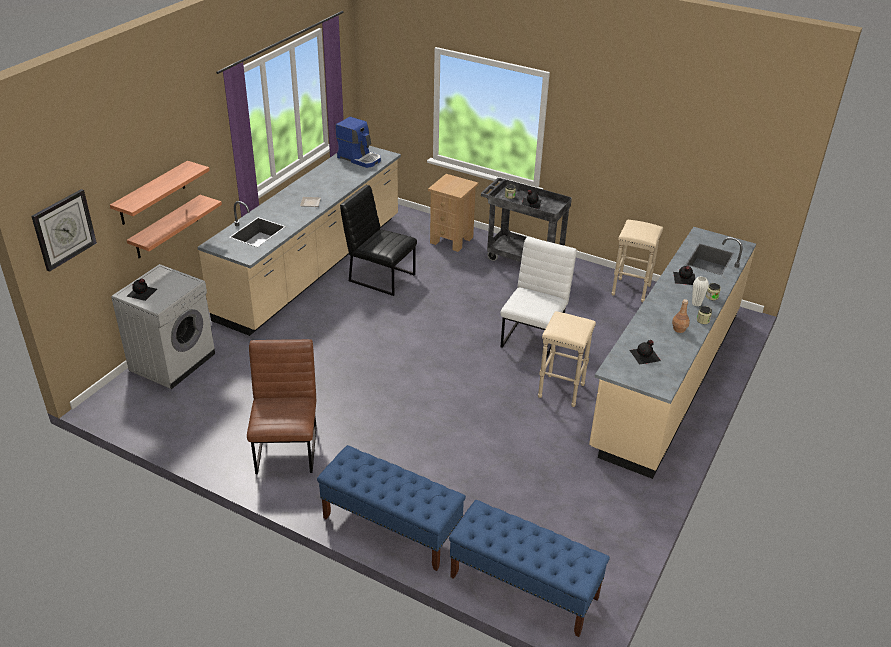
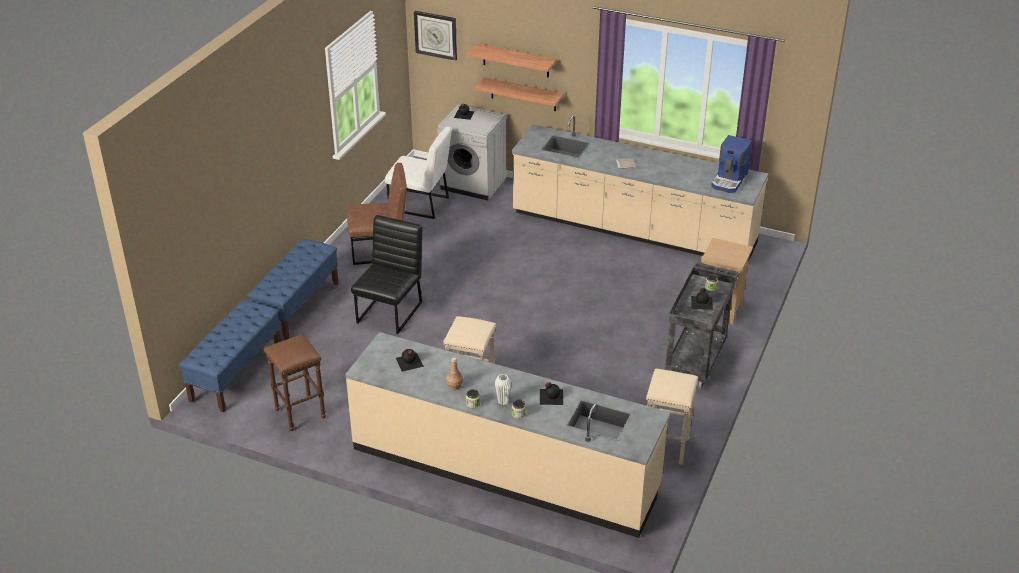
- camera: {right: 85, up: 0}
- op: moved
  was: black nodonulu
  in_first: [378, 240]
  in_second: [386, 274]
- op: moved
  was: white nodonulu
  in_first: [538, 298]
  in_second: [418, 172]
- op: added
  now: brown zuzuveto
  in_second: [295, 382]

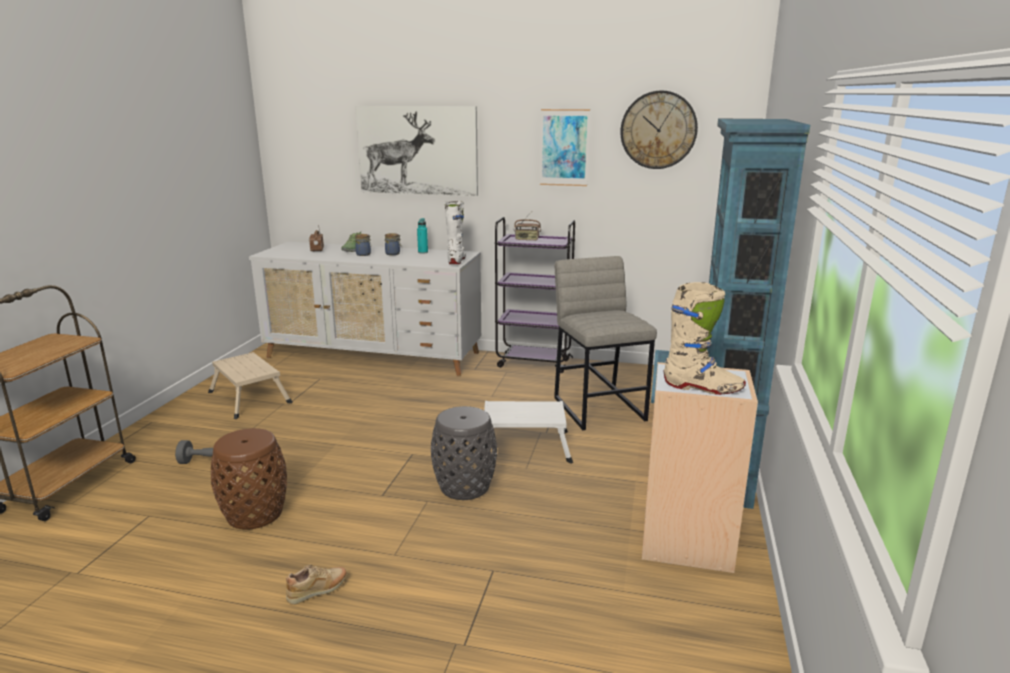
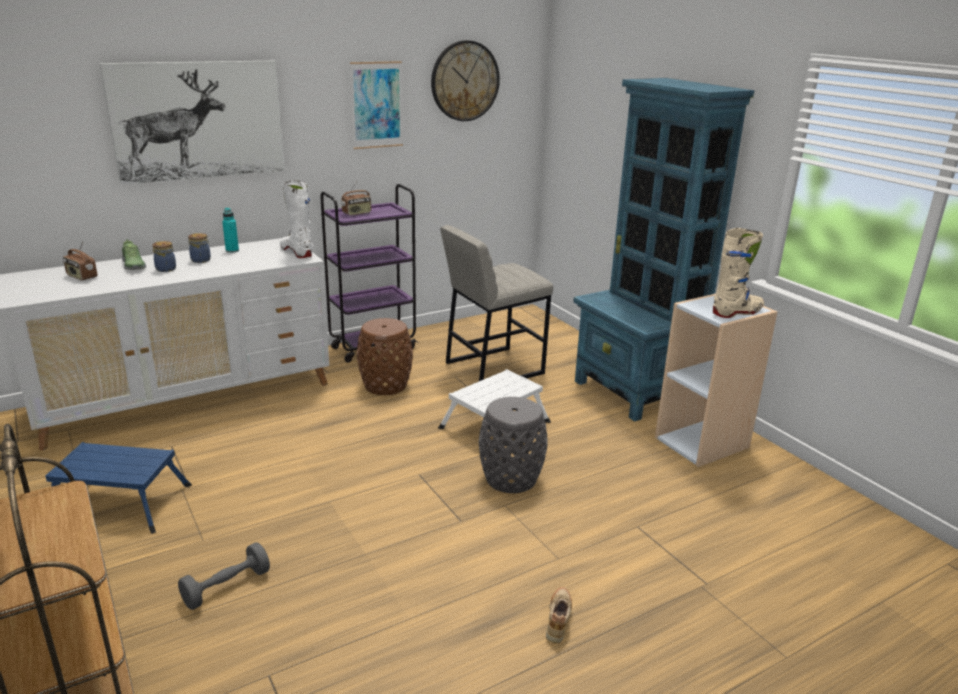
- camera: {right: -45, up: 5}
- op: recoloured
  was: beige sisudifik
  now: blue sisudifik
  in_first: [250, 385]
  in_second: [118, 488]
- op: moved
  was: brown zuzuveto
  in_first: [249, 479]
  in_second: [385, 356]
- op: turned
  was: grey nodonulu
  in_first: [605, 343]
  in_second: [496, 303]
  clockwise: -60

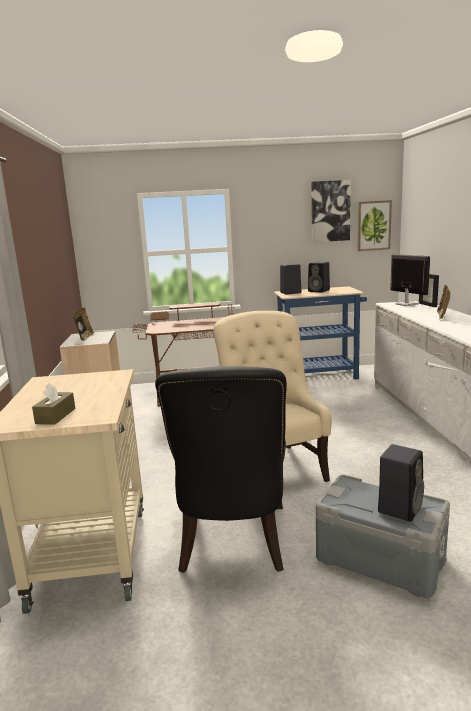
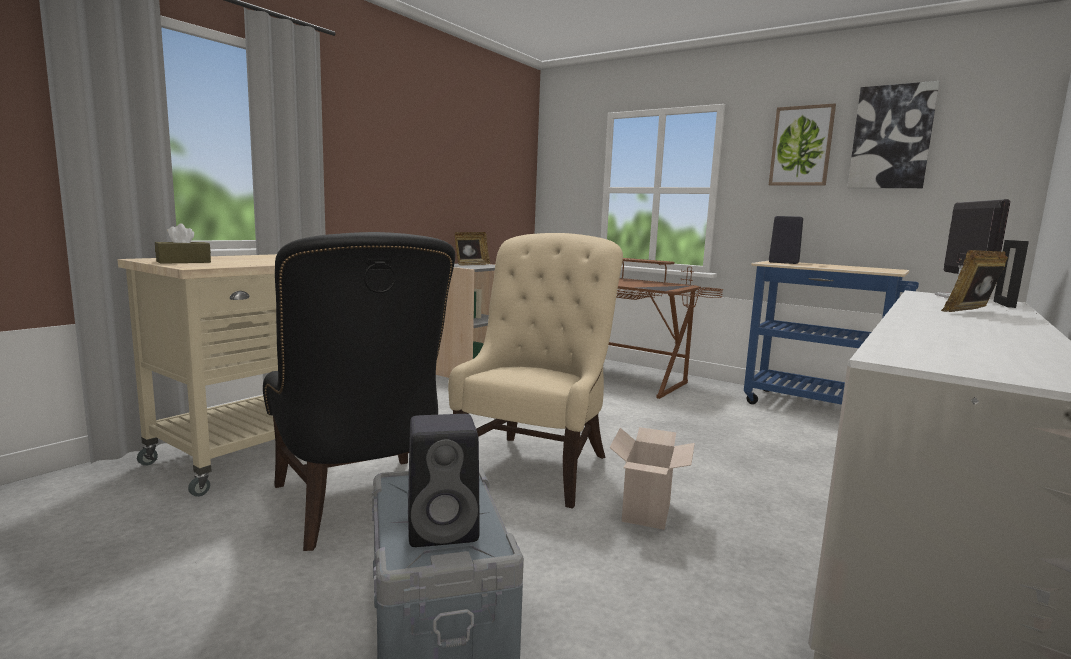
- camera: {right: 40, up: -5}
- op: turned
  was: black nodonulu
  in_first: [221, 469]
  in_second: [359, 391]
  clockwise: -75
- op: removed
  was: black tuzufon
  in_first: [319, 277]
- op: moved
  was: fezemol
  in_first: [375, 225]
  in_second: [802, 144]
- op: added
  now: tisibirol
  in_second: [652, 478]

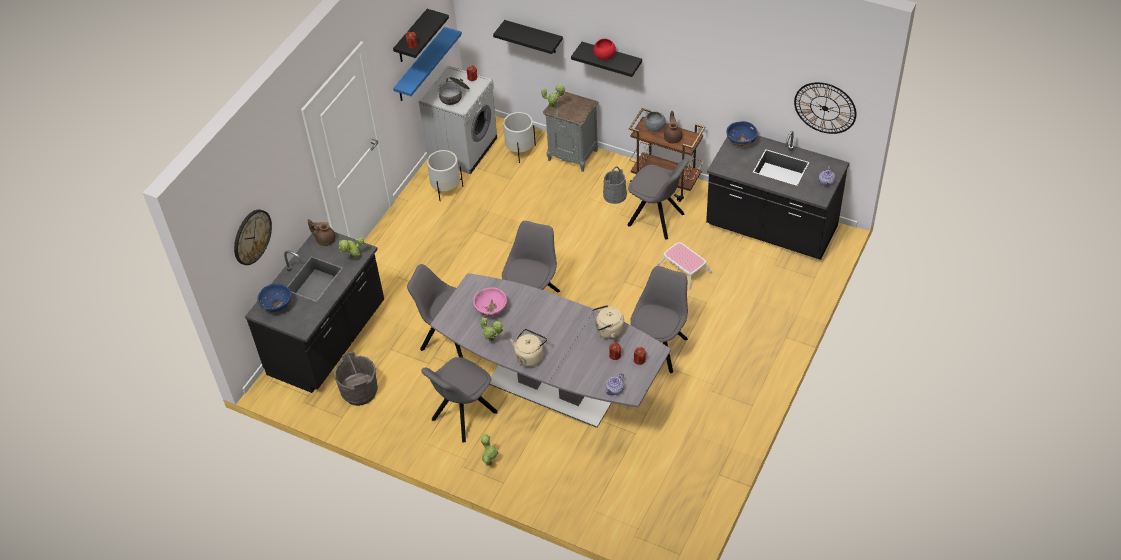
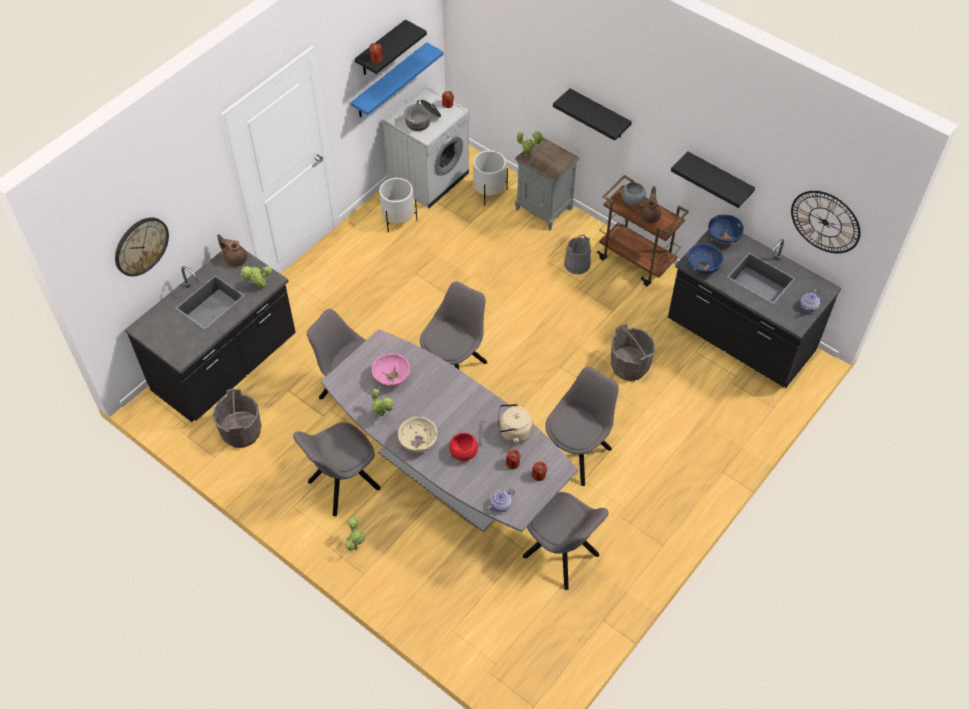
- camera: {right: 10, up: 5}
- op: moved
  was: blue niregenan
  in_first: [274, 298]
  in_second: [705, 258]
- op: moved
  was: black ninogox
  in_first: [528, 37]
  in_second: [713, 179]
- op: replaced
  was: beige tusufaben
  now: beige niregenan
  in_first: [529, 348]
  in_second: [418, 434]
- op: moved
  was: red niregenan
  in_first: [605, 49]
  in_second: [463, 447]
- op: moved
  was: grey nodonulu
  in_first: [658, 199]
  in_second: [566, 541]
- op: replaced
  was: pink sisudifik
  now: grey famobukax
  in_first: [684, 266]
  in_second: [633, 352]

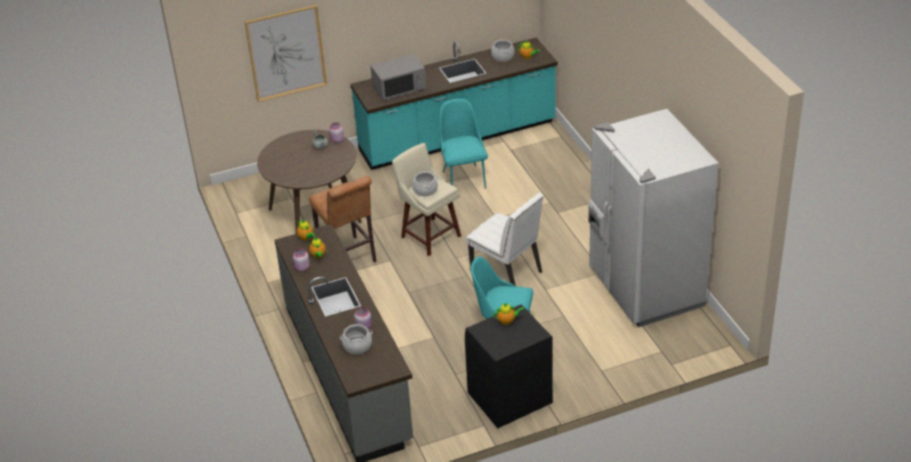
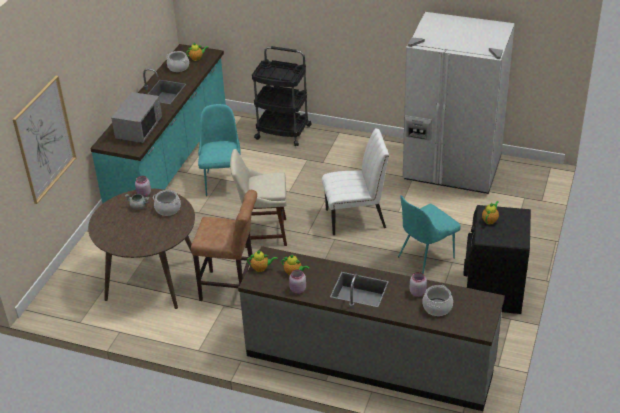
- camera: {right: -50, up: 0}
- op: moved
  was: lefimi
  in_first: [425, 183]
  in_second: [167, 203]
- op: turned
  was: turquoise nodonulu
  in_first: [464, 144]
  in_second: [219, 150]
  clockwise: 60
- op: added
  now: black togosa
  in_second: [282, 96]

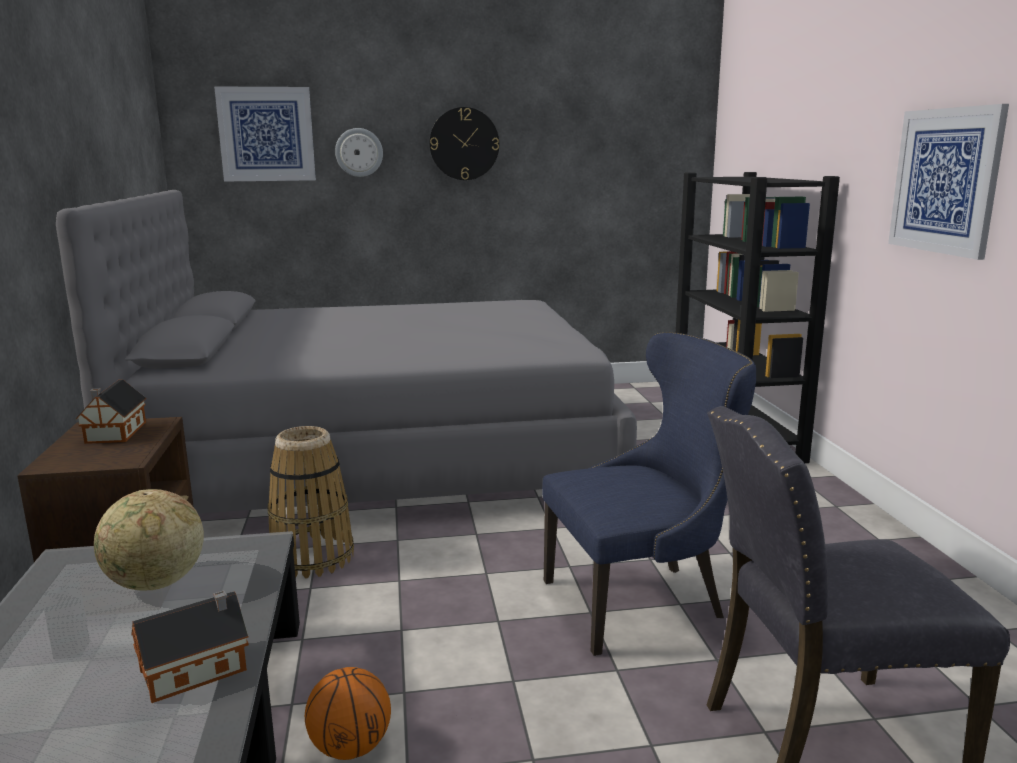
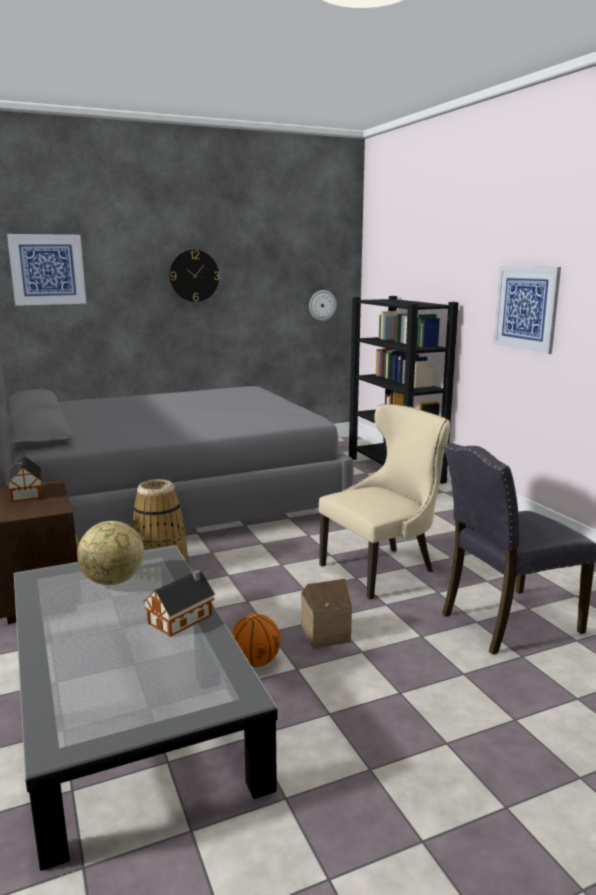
- camera: {right: -15, up: 0}
- op: moved
  was: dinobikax
  in_first: [359, 152]
  in_second: [322, 305]
- op: recoloured
  was: blue nodonulu
  now: beige nodonulu
  in_first: [649, 494]
  in_second: [384, 501]
- op: added
  now: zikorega
  in_second: [326, 614]

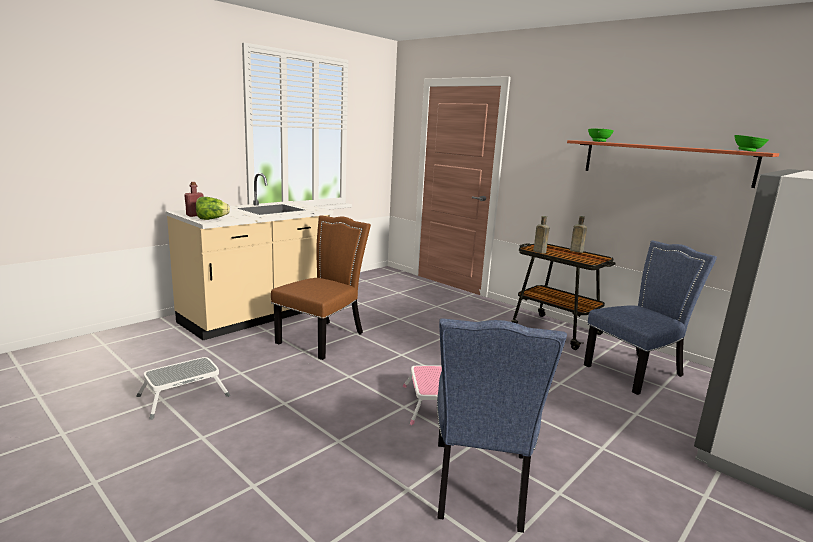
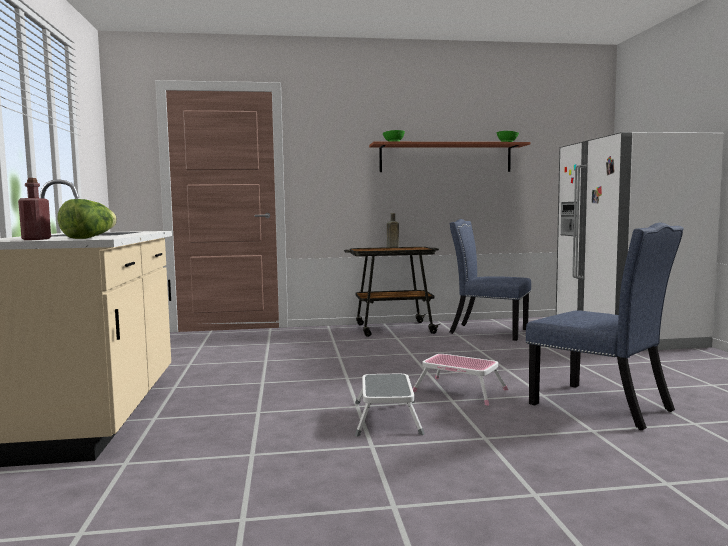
- camera: {right: -50, up: -10}
- op: moved
  was: grey sisudifik
  in_first: [183, 388]
  in_second: [390, 405]
- op: removed
  was: brown nodonulu
  in_first: [321, 287]
- op: removed
  was: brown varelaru
  in_first: [541, 234]
- op: turned
  was: blue nodonulu
  in_first: [650, 317]
  in_second: [490, 280]
  clockwise: -75

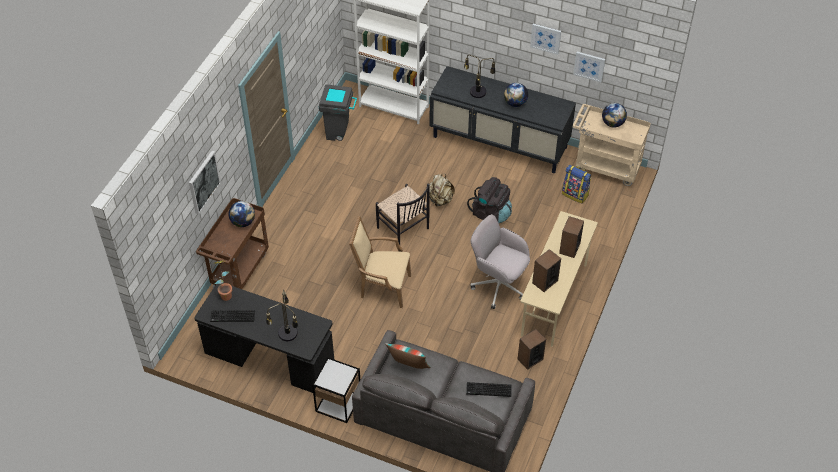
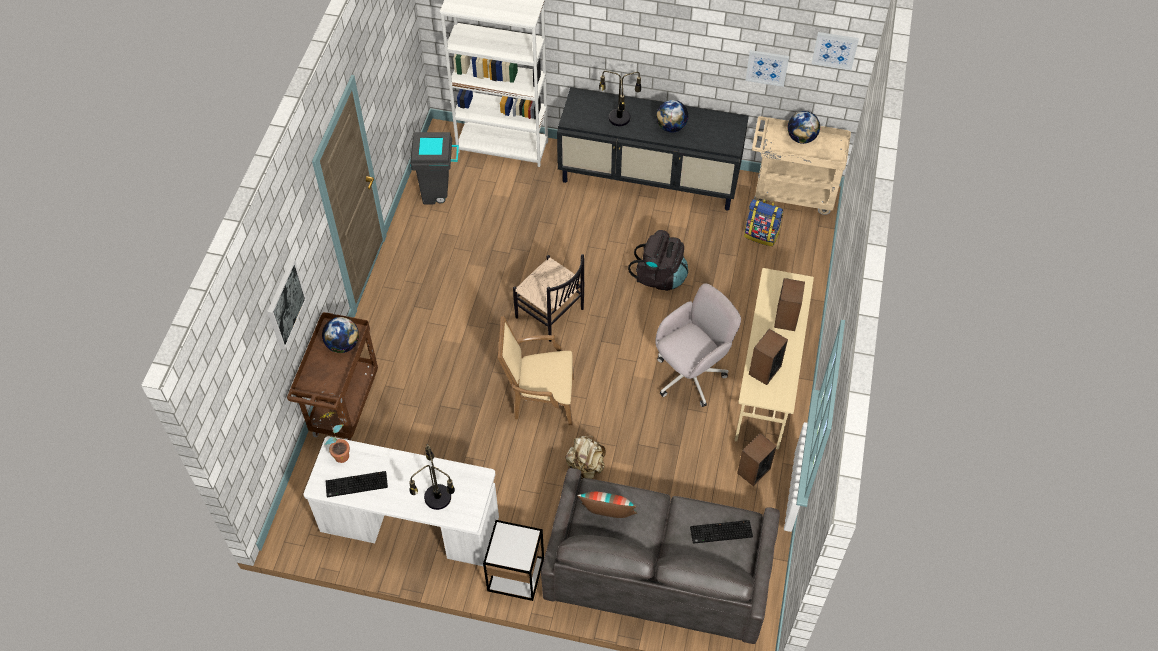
- camera: {right: -10, up: 5}
- op: recoloured
  was: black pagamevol
  now: white pagamevol
  in_first: [264, 338]
  in_second: [401, 501]
- op: moved
  was: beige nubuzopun
  in_first: [442, 190]
  in_second: [585, 457]
- op: turned
  was: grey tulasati
  in_first: [500, 261]
  in_second: [698, 345]
  clockwise: 120
- op: moved
  was: fezemol
  in_first: [545, 39]
  in_second: [835, 51]

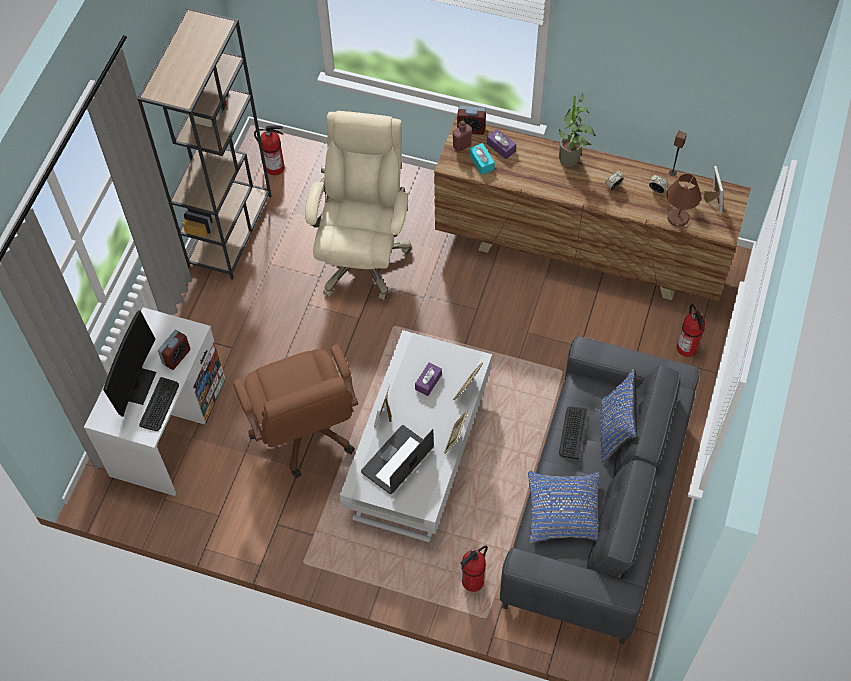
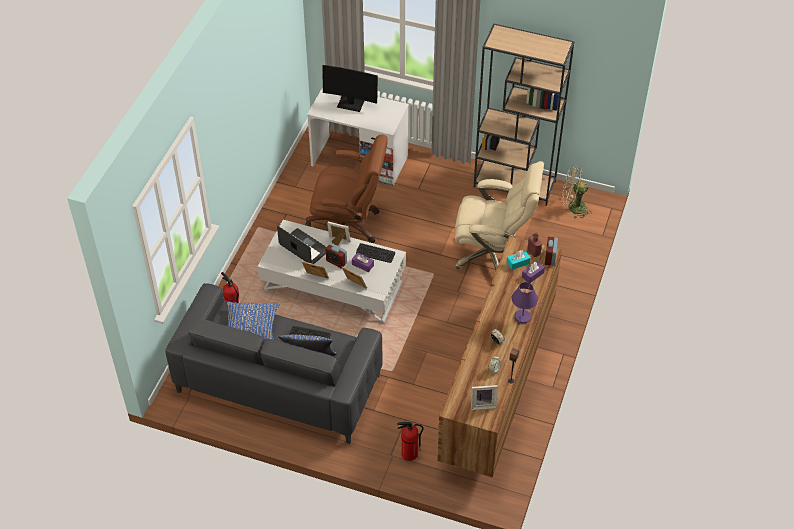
- camera: {right: 90, up: -10}
- op: moved
  was: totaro
  in_first: [159, 404]
  in_second: [375, 253]
- op: moved
  was: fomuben
  in_first: [174, 350]
  in_second: [336, 256]
- op: turned
  was: brown tulasati
  in_first: [295, 411]
  in_second: [346, 189]
  clockwise: -150
- op: replaced
  was: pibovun
  now: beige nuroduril
  in_first: [269, 150]
  in_second: [576, 192]
- op: replaced
  was: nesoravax
  now: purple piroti
  in_first: [577, 130]
  in_second: [524, 302]
- op: removed
  was: brown piroti
  in_first: [684, 200]

